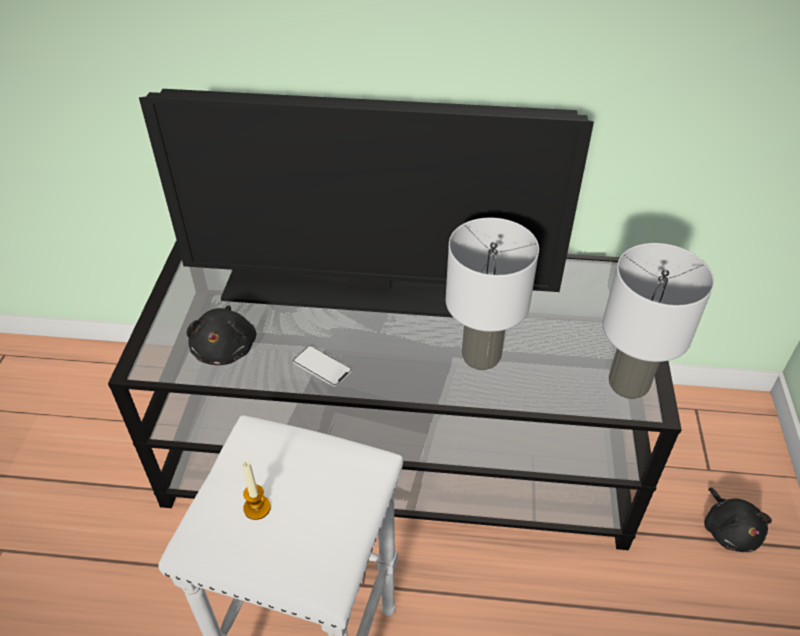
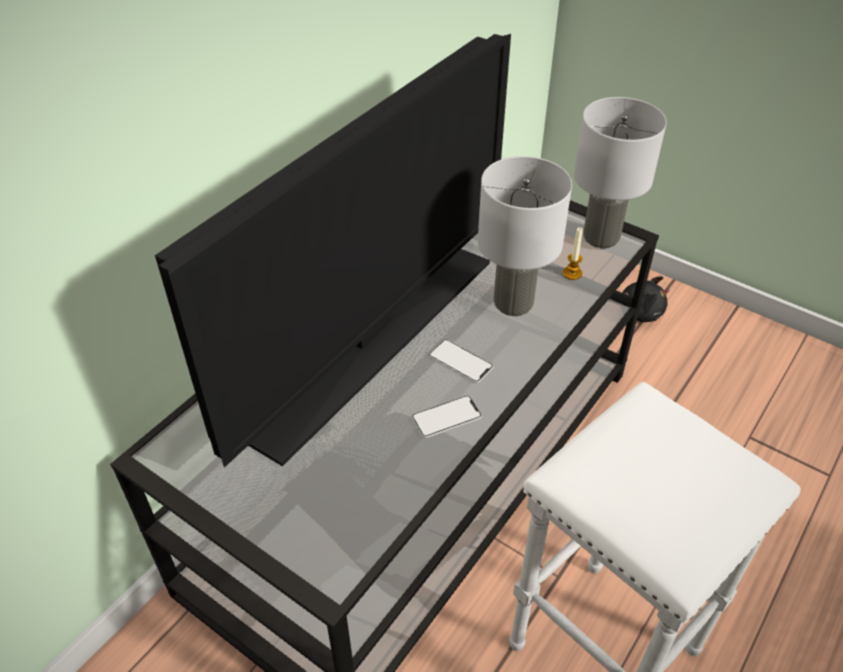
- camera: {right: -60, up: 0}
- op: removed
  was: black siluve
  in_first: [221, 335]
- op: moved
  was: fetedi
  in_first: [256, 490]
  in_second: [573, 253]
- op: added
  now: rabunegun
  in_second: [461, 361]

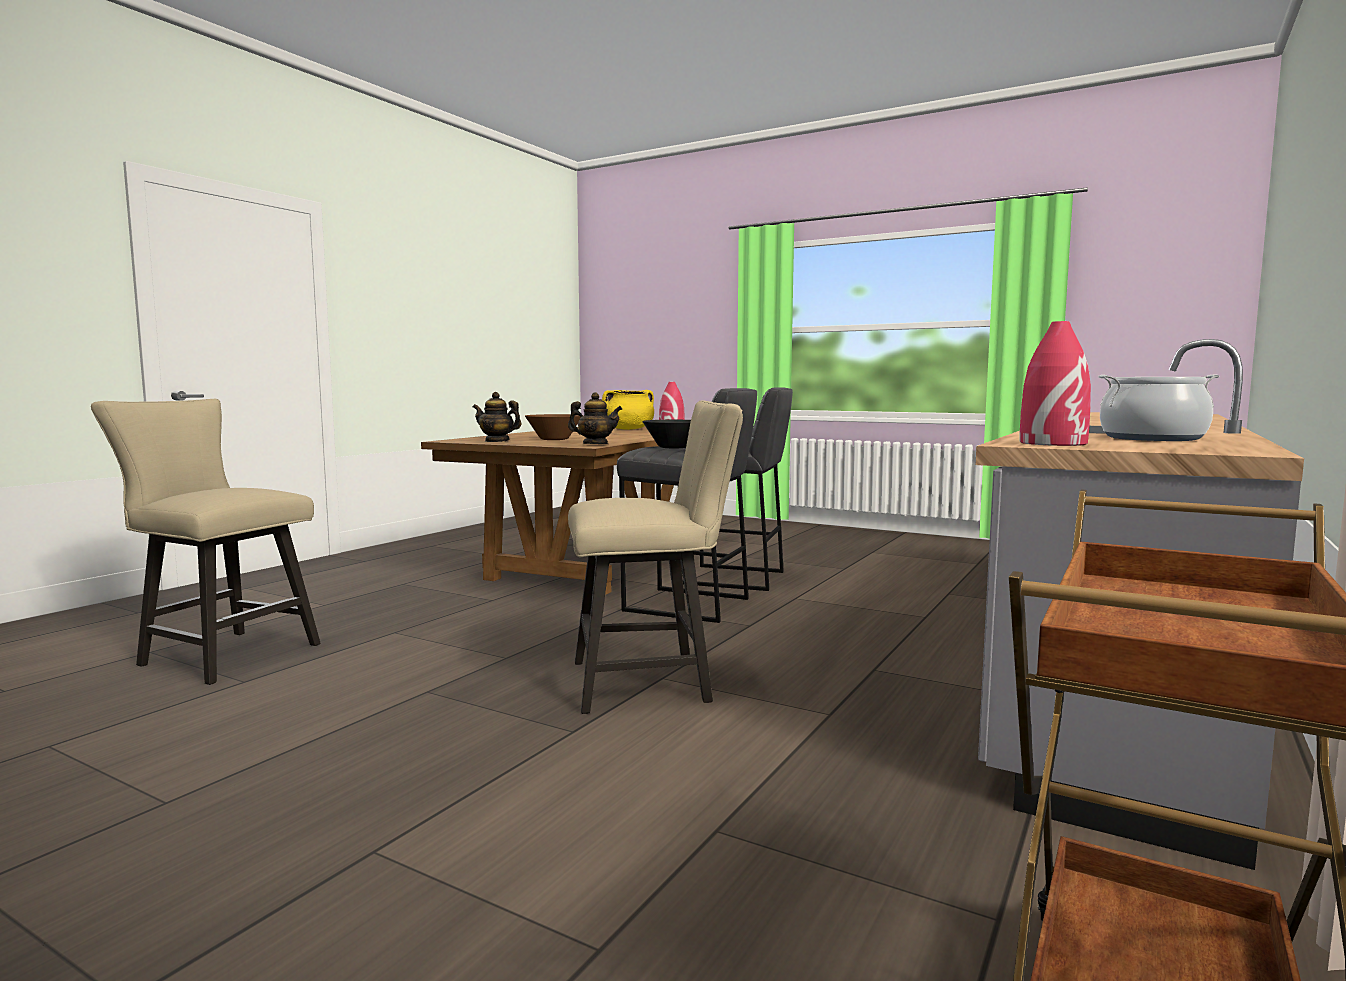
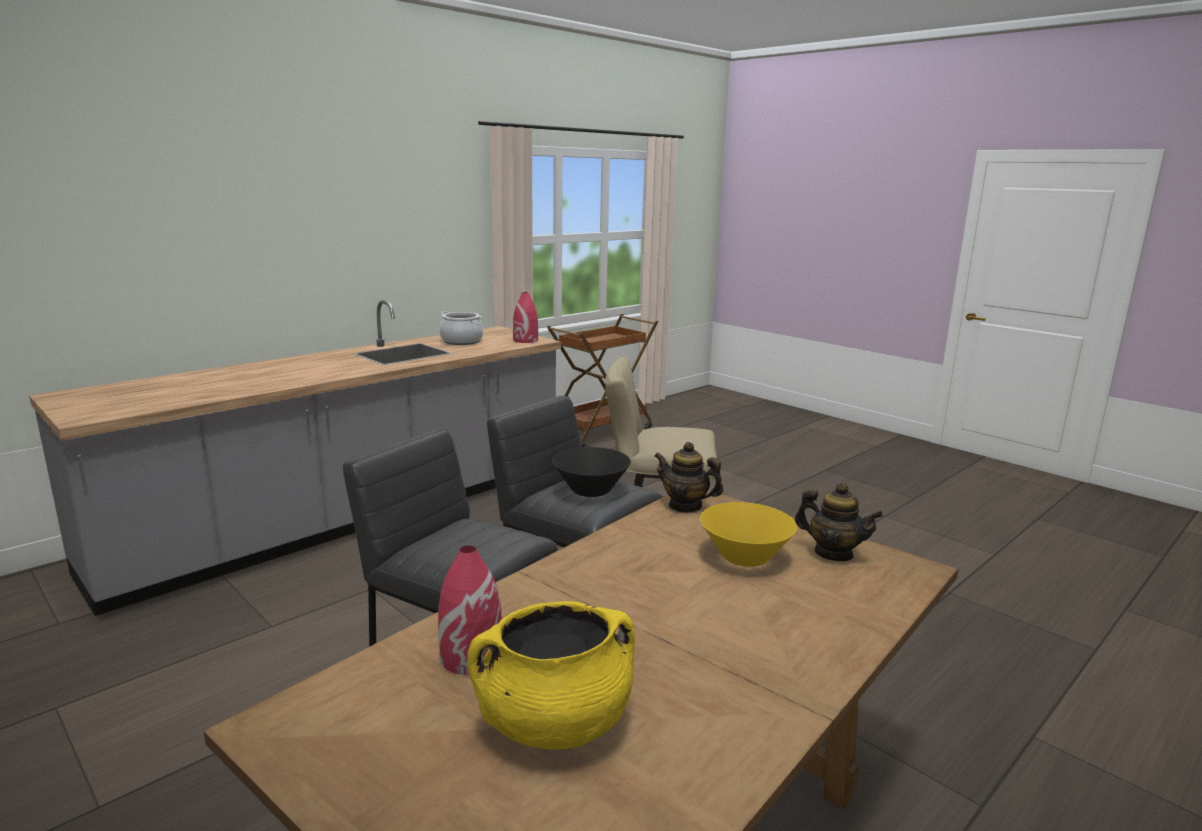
- camera: {right: -165, up: 10}
- op: removed
  was: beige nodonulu
  in_first: [205, 542]
- op: recoloured
  was: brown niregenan
  now: yellow niregenan
  in_first: [553, 427]
  in_second: [748, 534]

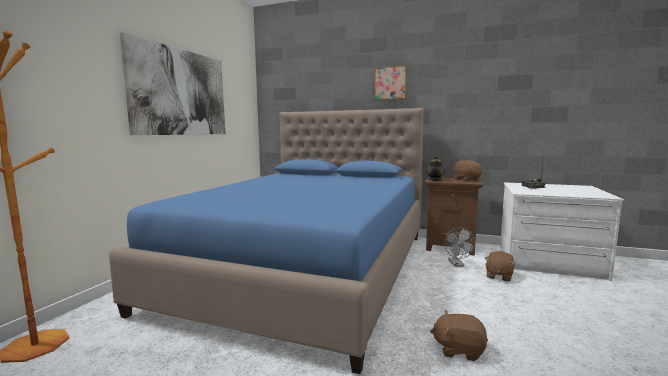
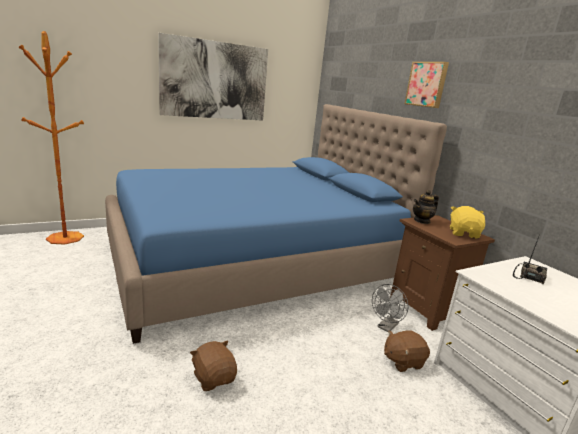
- camera: {right: 40, up: 10}
- op: recoloured
  was: brown siluve
  now: yellow siluve
  in_first: [467, 170]
  in_second: [467, 222]

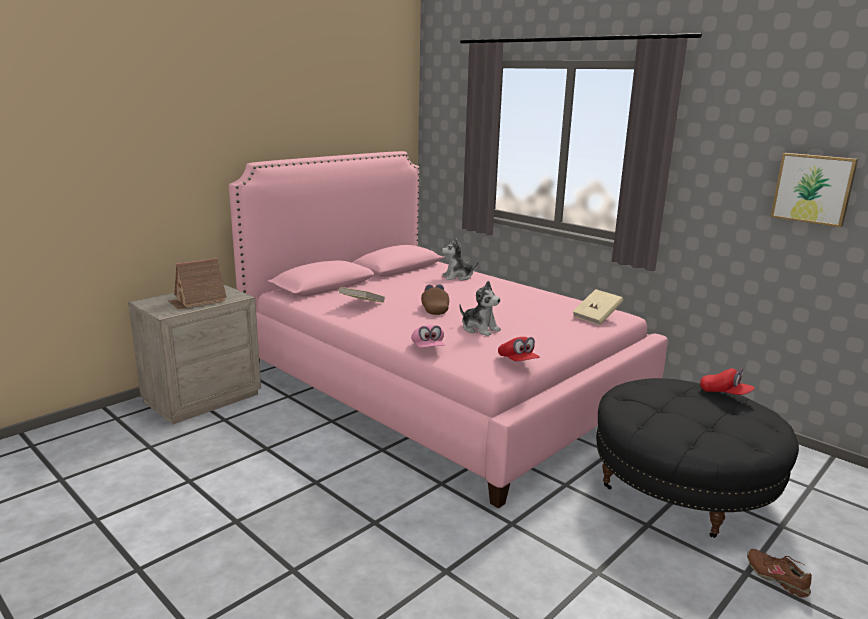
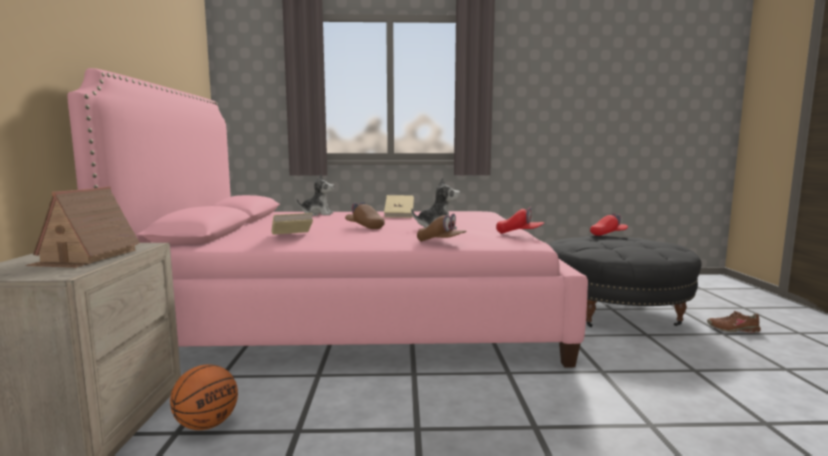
- camera: {right: -45, up: -10}
- op: recoloured
  was: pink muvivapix
  now: brown muvivapix
  in_first: [428, 336]
  in_second: [442, 227]
- op: turned
  was: siluve
  in_first: [460, 260]
  in_second: [315, 195]
  clockwise: -120
- op: moved
  was: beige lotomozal
  in_first: [597, 307]
  in_second: [399, 206]
- op: removed
  was: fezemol
  in_first: [814, 190]
- op: added
  now: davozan
  in_second: [204, 397]

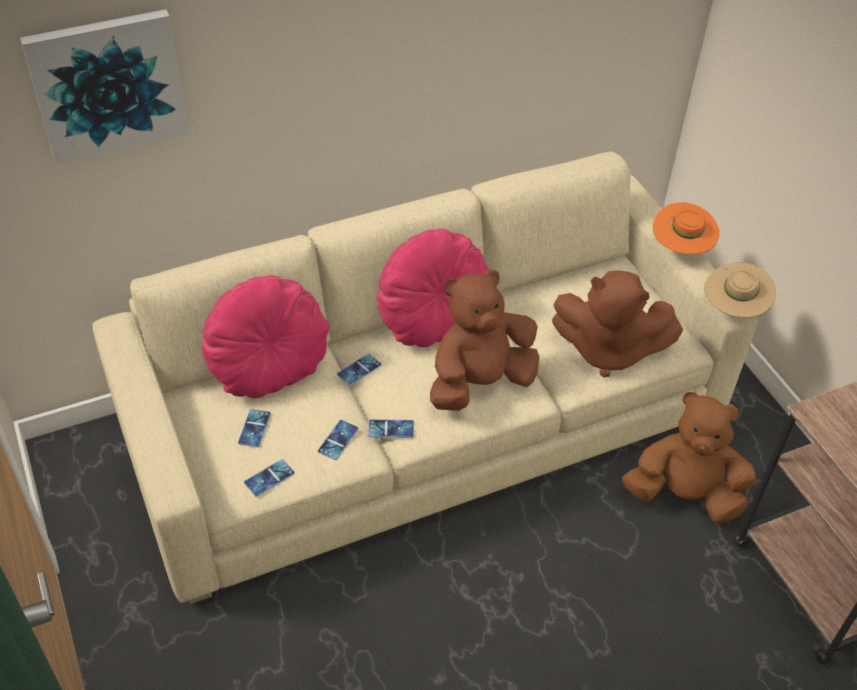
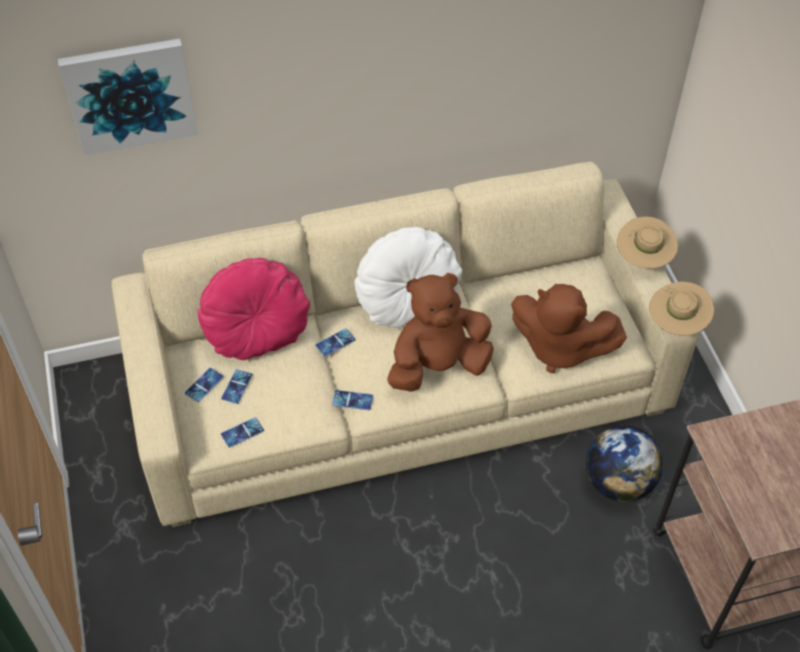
- camera: {right: 10, up: 5}
- op: moved
  was: rabunegun
  in_first: [338, 440]
  in_second: [204, 385]
- op: recoloured
  was: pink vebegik
  now: white vebegik
  in_first: [432, 288]
  in_second: [408, 277]
- op: replaced
  was: brown siluve
  now: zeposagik
  in_first: [689, 457]
  in_second: [624, 463]
- op: recoloured
  was: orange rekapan
  now: beige rekapan
  in_first: [686, 228]
  in_second: [647, 243]

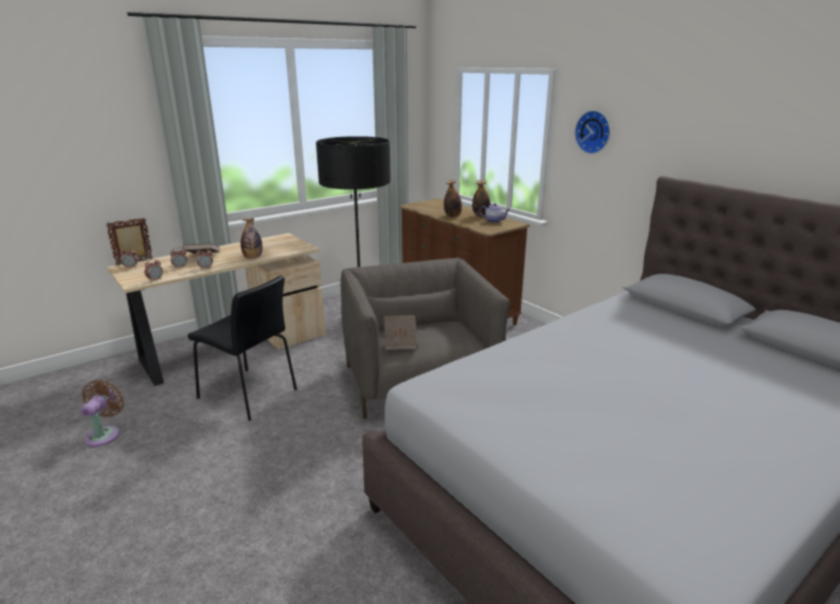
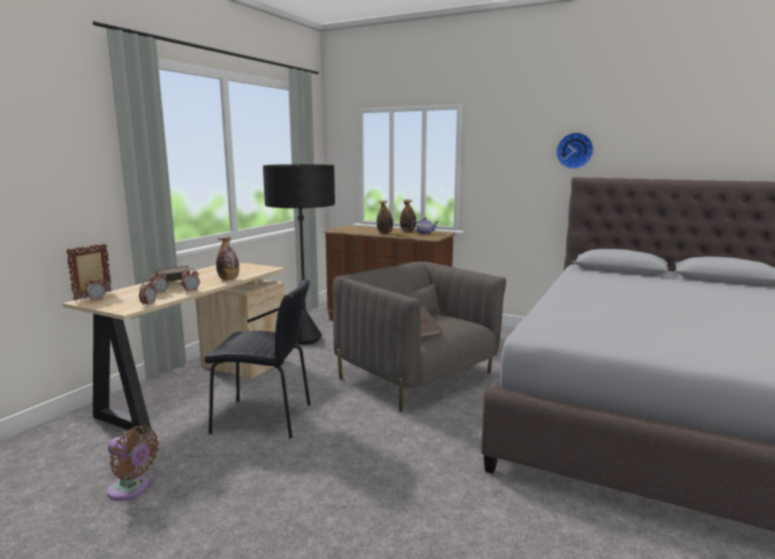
- camera: {right: -25, up: -10}
- op: turned
  was: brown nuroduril
  in_first: [102, 413]
  in_second: [133, 463]
  clockwise: 135
- op: moved
  was: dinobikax
  in_first: [592, 132]
  in_second: [575, 150]

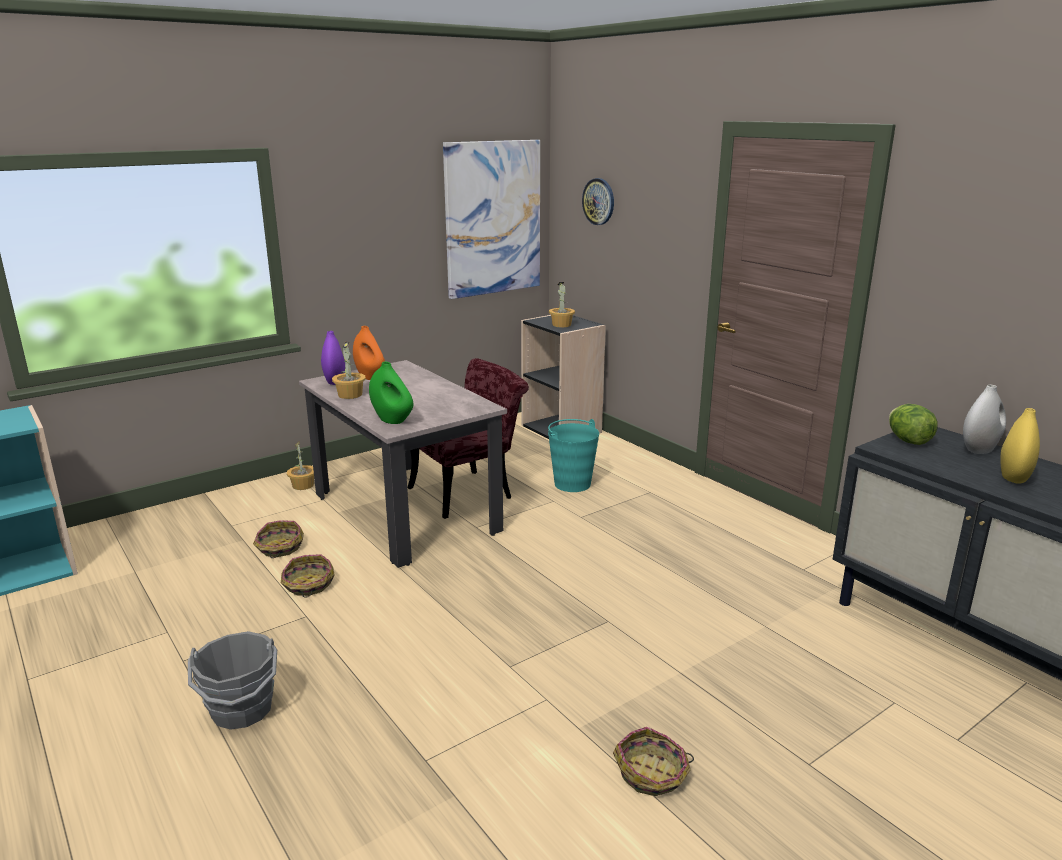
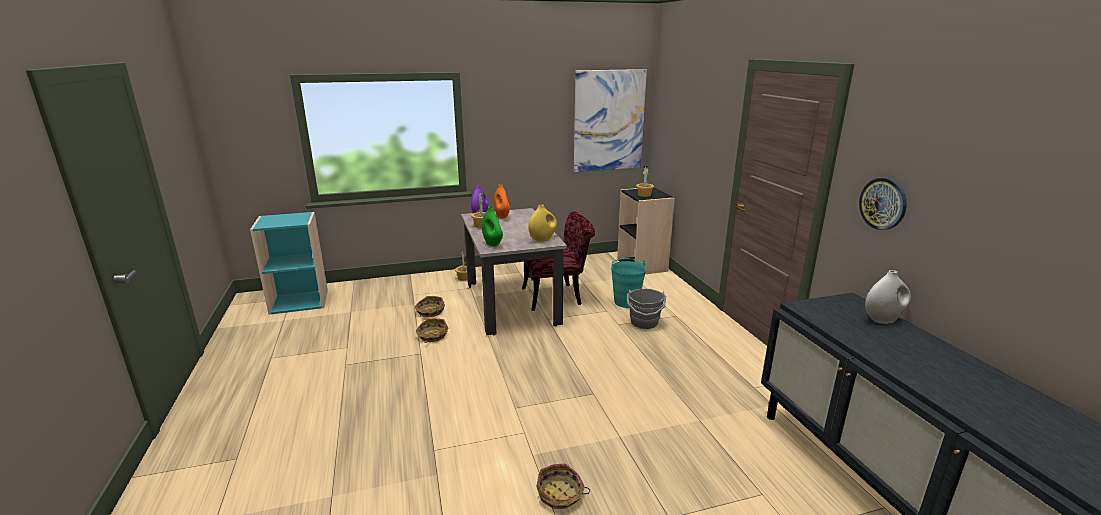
- camera: {right: 20, up: 0}
- op: moved
  was: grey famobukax
  in_first: [232, 680]
  in_second: [646, 309]
- op: moved
  was: dinobikax
  in_first: [598, 201]
  in_second: [883, 204]
- op: removed
  was: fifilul
  in_first: [913, 424]
- op: moved
  was: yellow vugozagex
  in_first: [1020, 445]
  in_second: [542, 223]

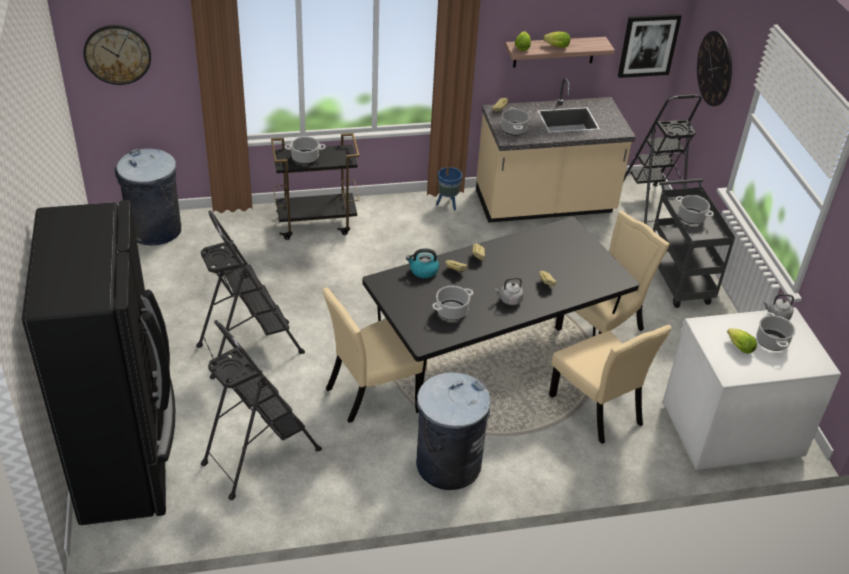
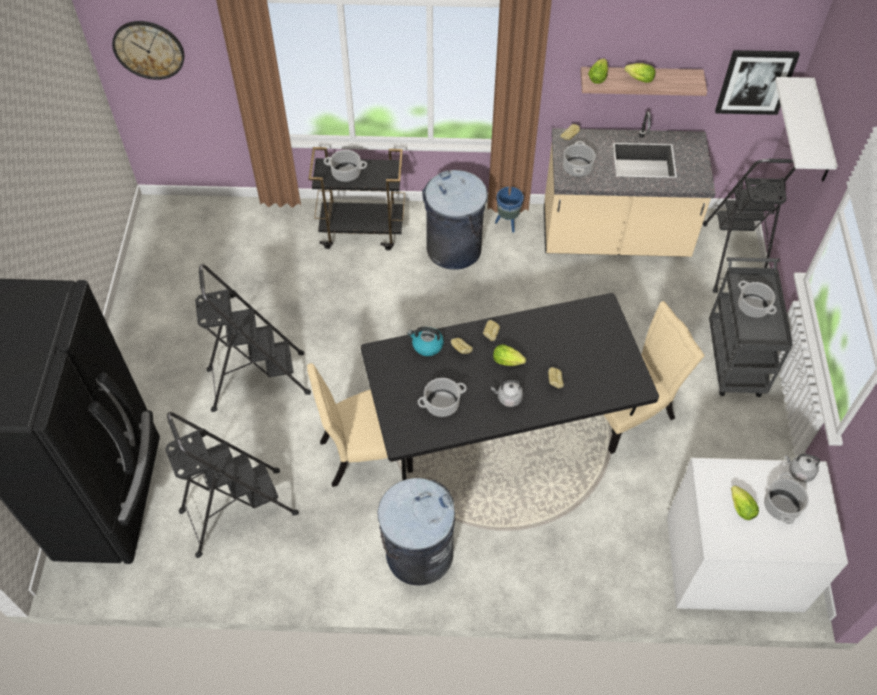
- camera: {right: 15, up: 15}
- op: moved
  was: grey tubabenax
  in_first: [147, 197]
  in_second: [455, 220]
- op: removed
  was: beige nodonulu
  in_first: [610, 384]
- op: replaced
  was: dinobikax
  now: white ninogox
  in_first: [714, 68]
  in_second: [806, 129]
- op: added
  now: fifilul
  in_second: [509, 355]

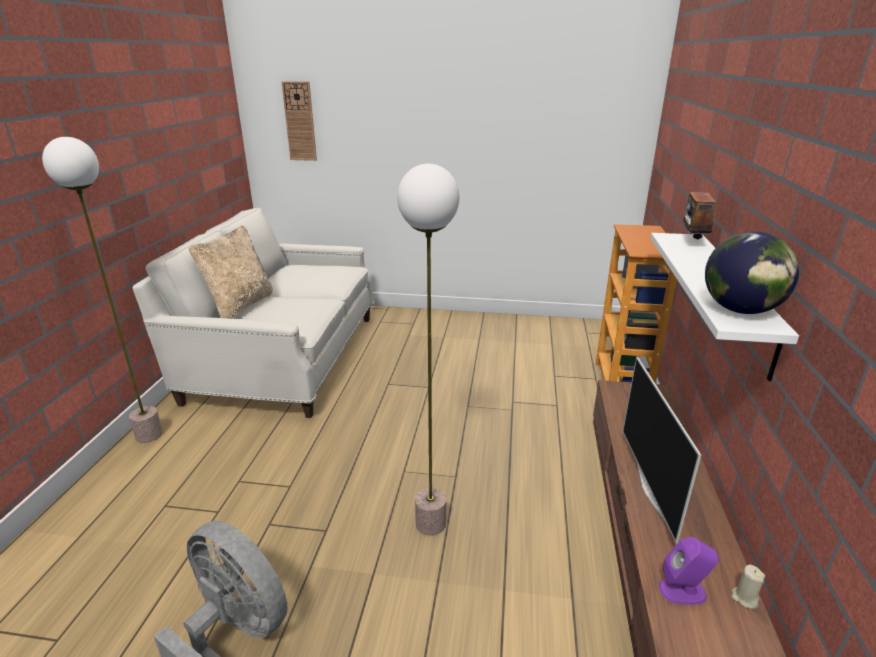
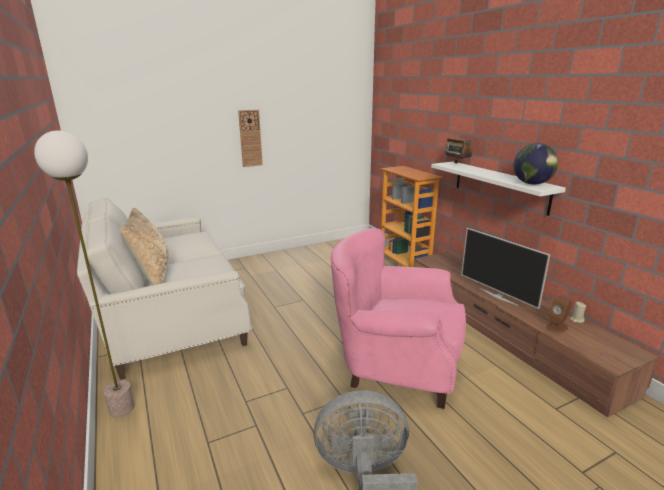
- camera: {right: -35, up: -5}
- op: moved
  was: dinobikax
  in_first: [299, 121]
  in_second: [250, 138]
- op: replaced
  was: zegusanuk
  now: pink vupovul
  in_first: [428, 349]
  in_second: [398, 318]
- op: recoloured
  was: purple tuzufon
  now: brown tuzufon
  in_first: [689, 571]
  in_second: [559, 314]

